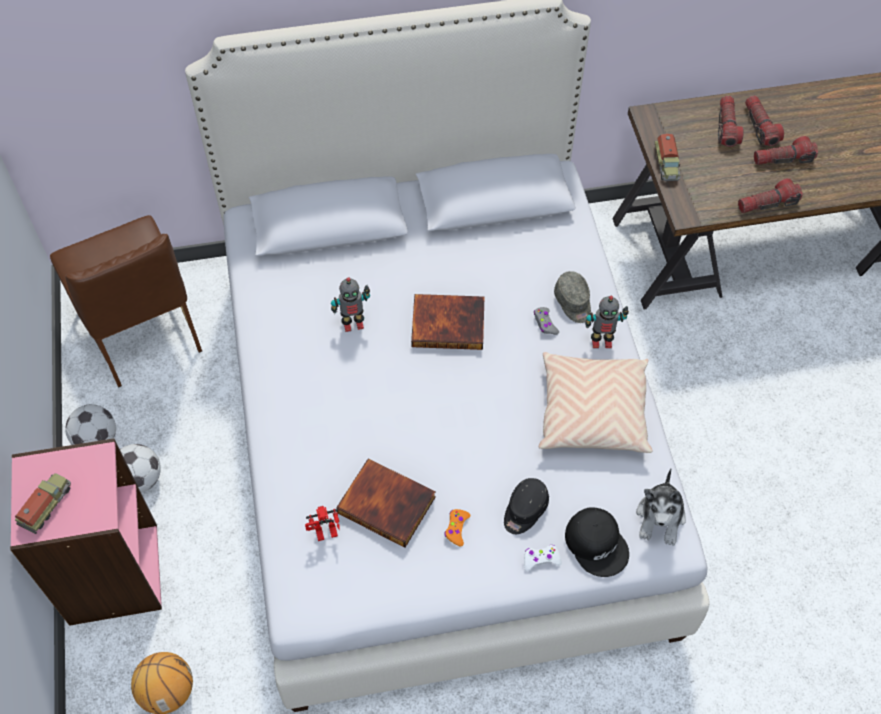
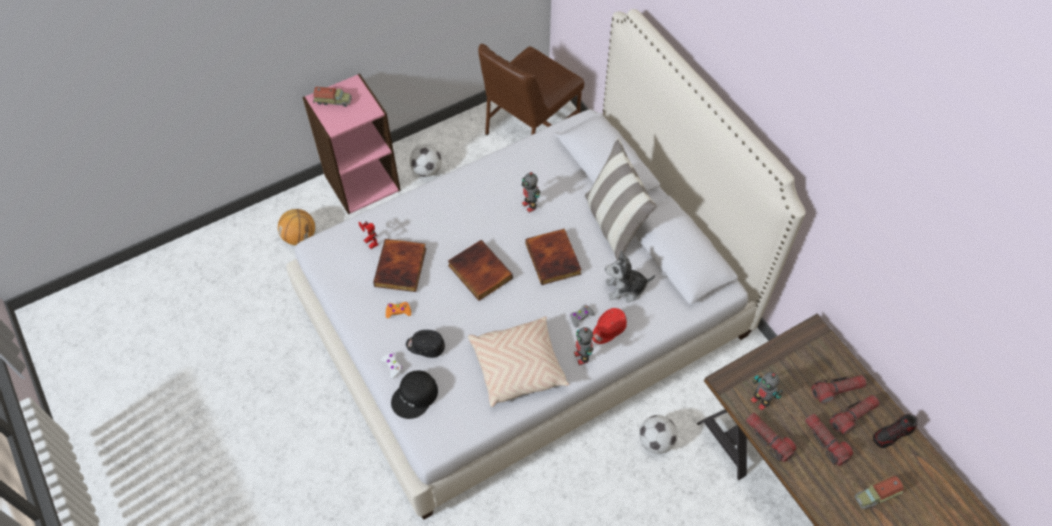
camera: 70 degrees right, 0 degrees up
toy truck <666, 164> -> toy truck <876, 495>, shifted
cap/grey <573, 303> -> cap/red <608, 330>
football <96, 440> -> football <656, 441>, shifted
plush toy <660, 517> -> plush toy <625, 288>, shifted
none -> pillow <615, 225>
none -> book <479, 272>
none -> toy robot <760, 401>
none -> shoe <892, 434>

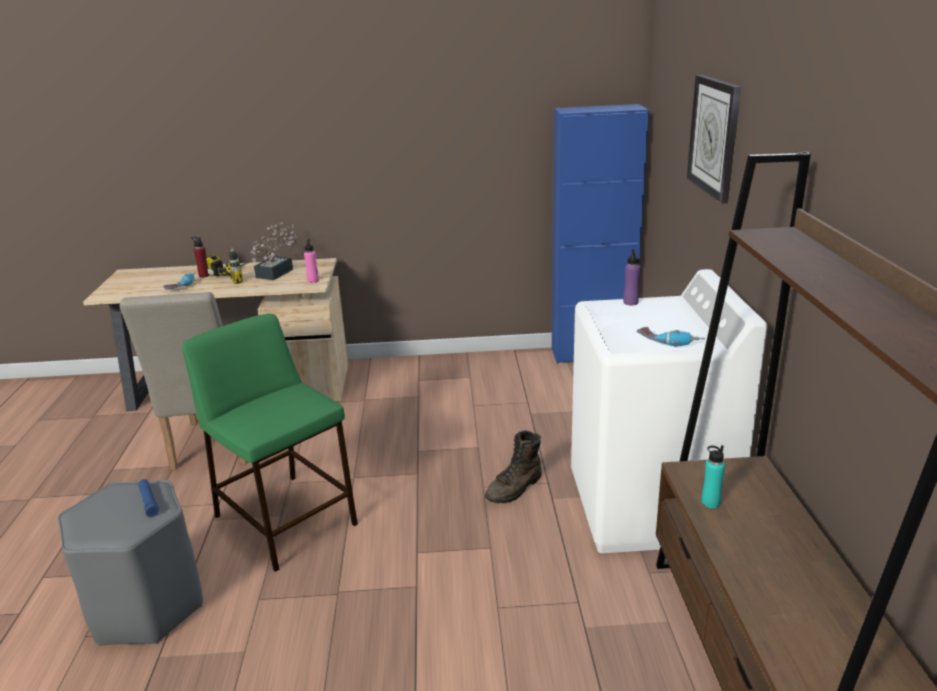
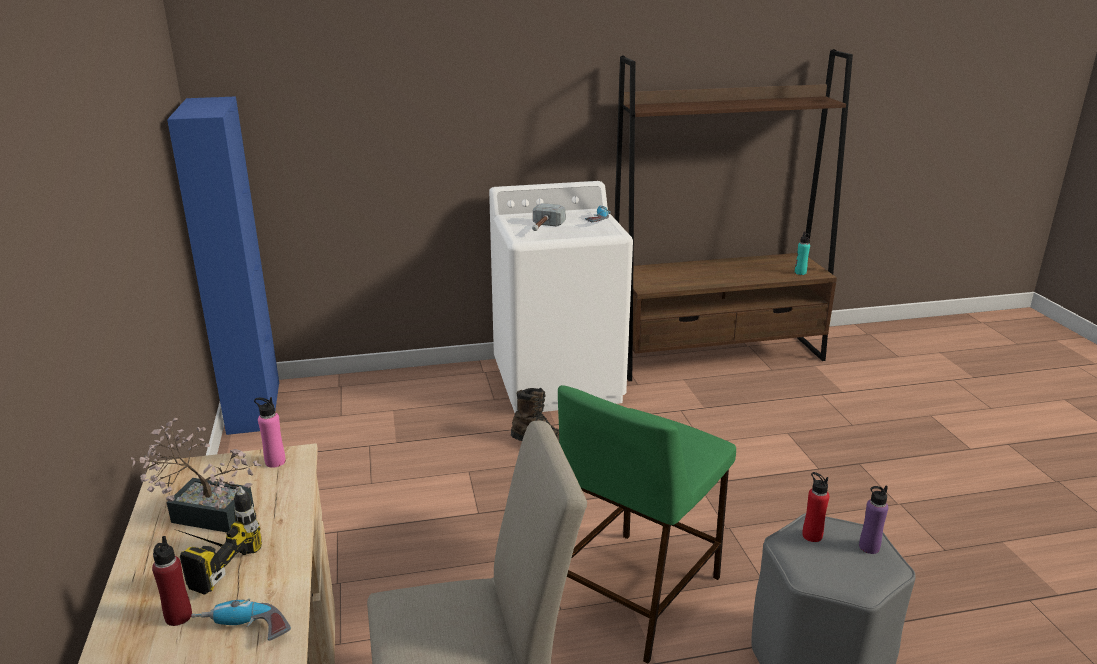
camera: 100 degrees left, 0 degrees up
wall clock <714, 136> -> none
bottle/purple <630, 302> -> bottle/purple <869, 547>, shifted
bottle/turquoise <710, 502> -> bottle/turquoise <800, 273>, shifted
flashlight/blue <149, 502> -> bottle/red <812, 535>
none -> hammer <543, 228>

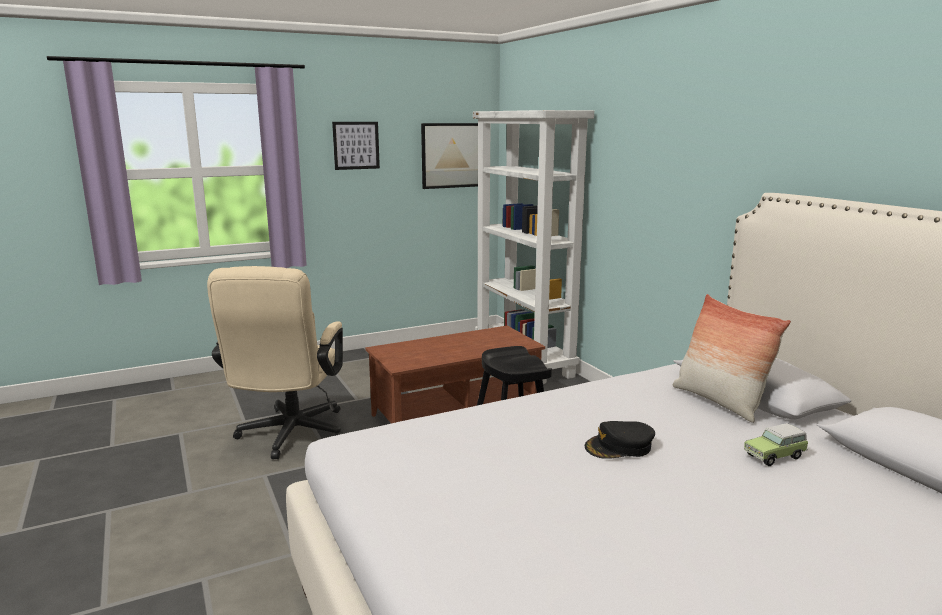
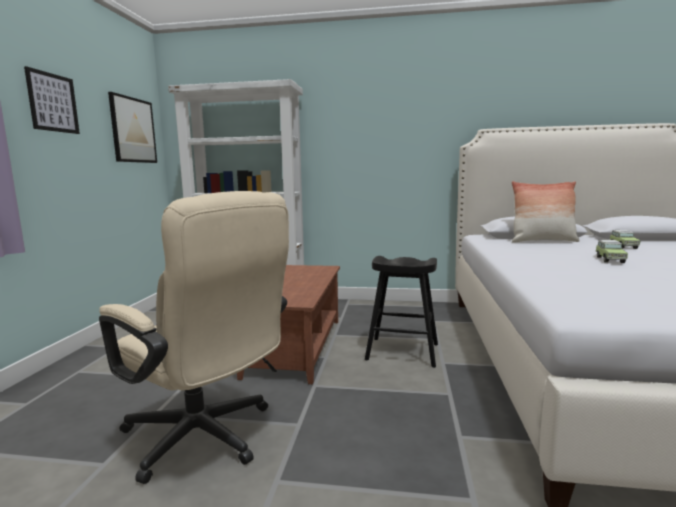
camera: 55 degrees left, 5 degrees down
cap/black <619, 447> -> toy car <609, 259>

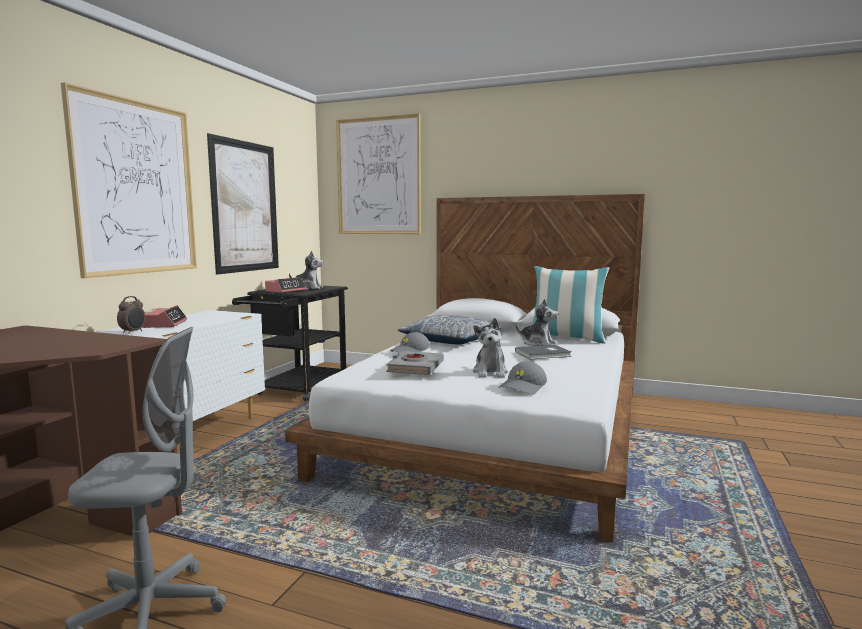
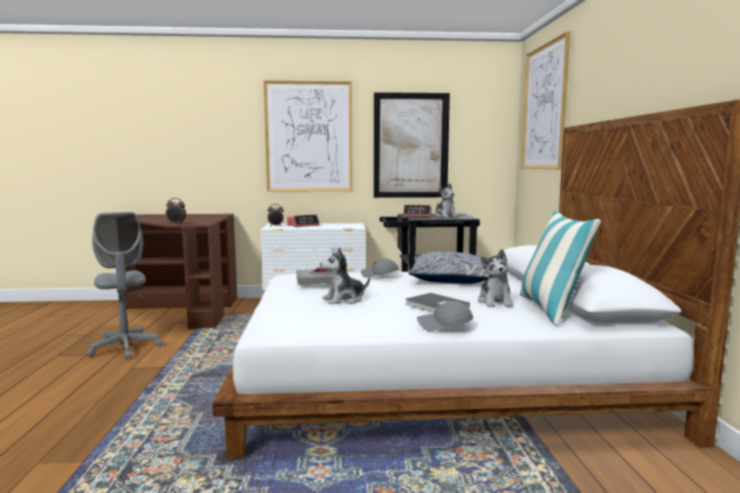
camera: 65 degrees right, 0 degrees up
cap/grey <523, 387> -> cap/grey <444, 326>, shifted
none -> alarm clock <176, 224>

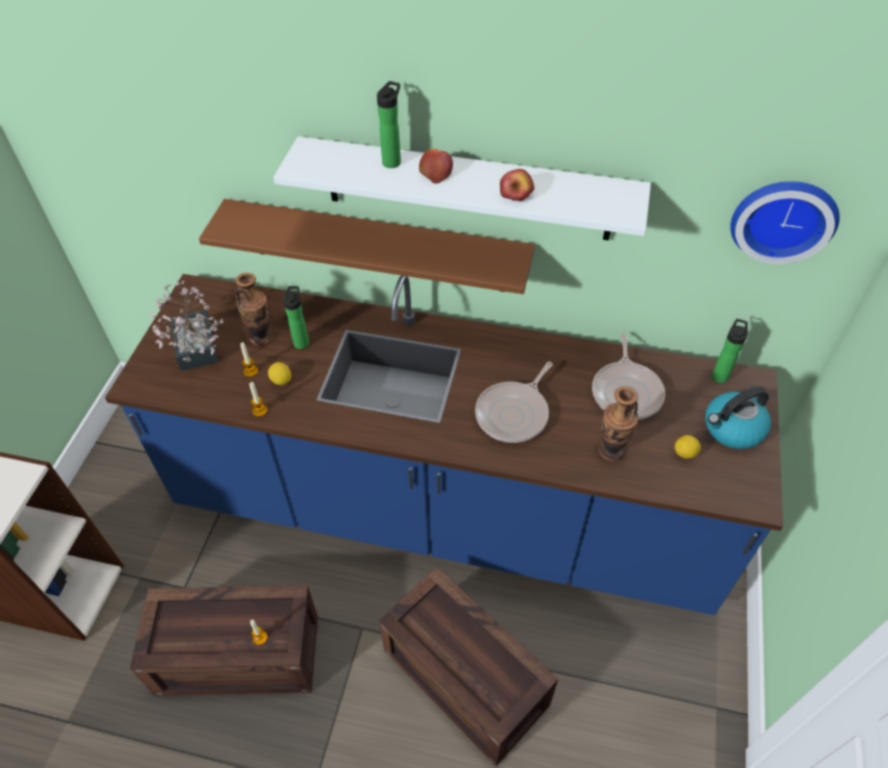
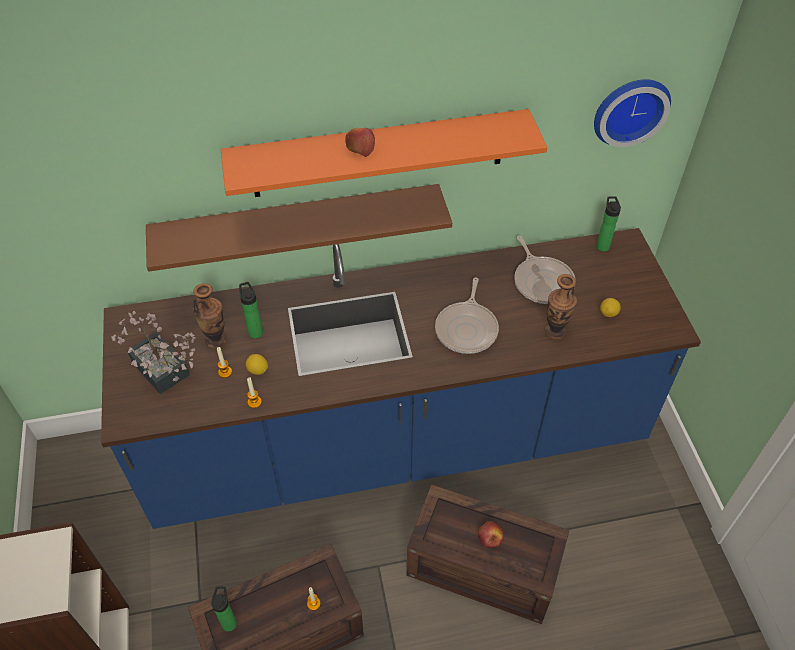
camera: 25 degrees left, 0 degrees up
bottle <393, 161> -> bottle <229, 621>, shifted
shelf/white <467, 189> -> shelf/orange <378, 154>
apple <516, 193> -> apple <490, 537>, shifted
kettle <732, 429> -> none

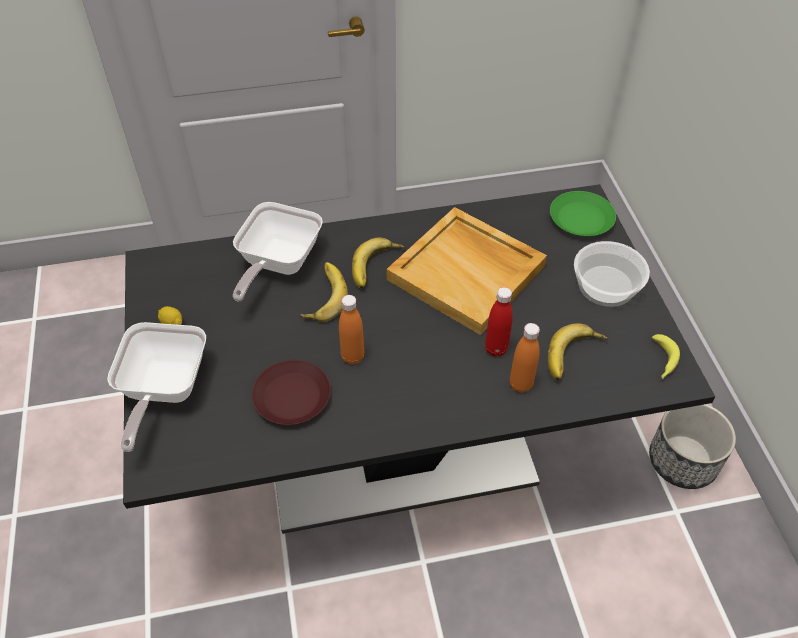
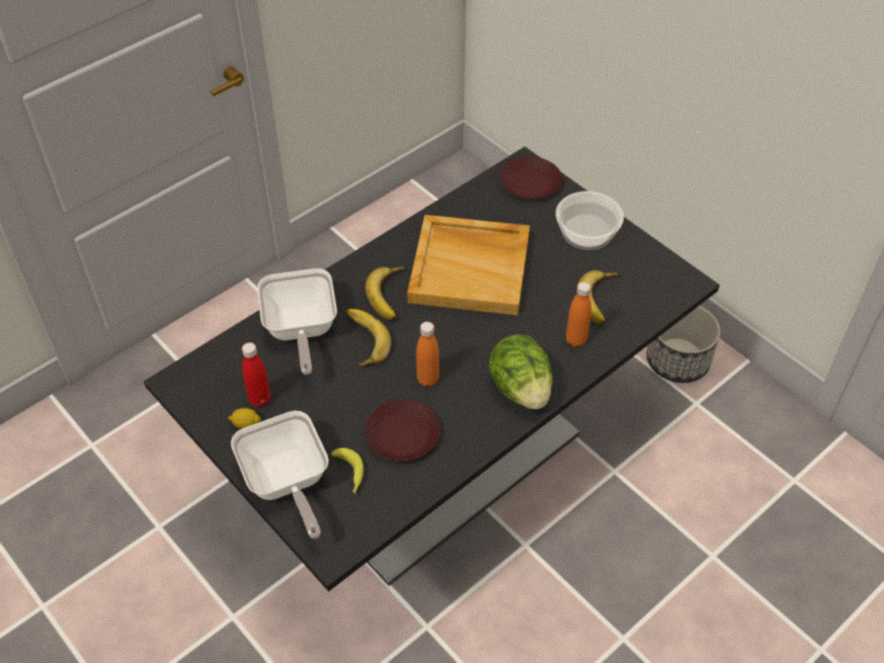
camera: 30 degrees left, 0 degrees up
plate/green <581, 219> -> plate/brown <531, 183>
bottle/red <496, 349> -> bottle/red <260, 400>, shifted
banana <662, 361> -> banana <349, 474>, shifted
none -> lettuce <521, 389>

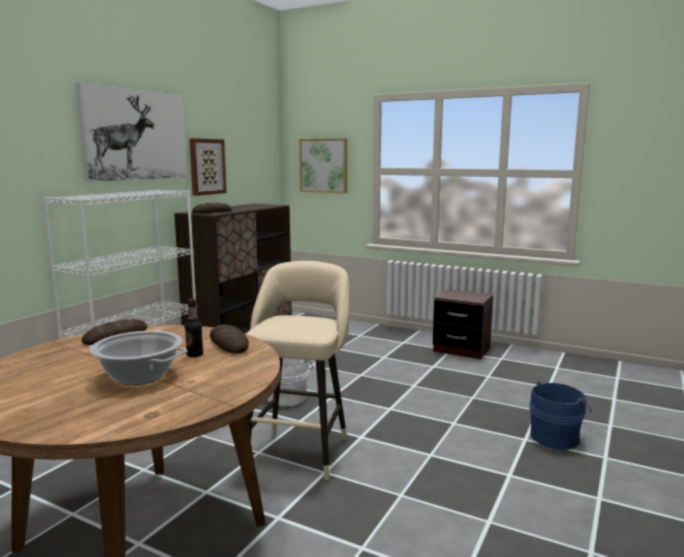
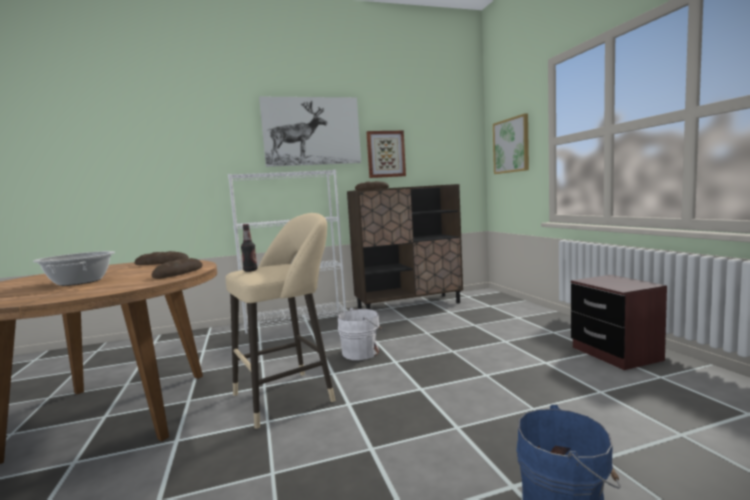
camera: 45 degrees right, 5 degrees down
bottle <195, 355> -> bottle <250, 270>, shifted

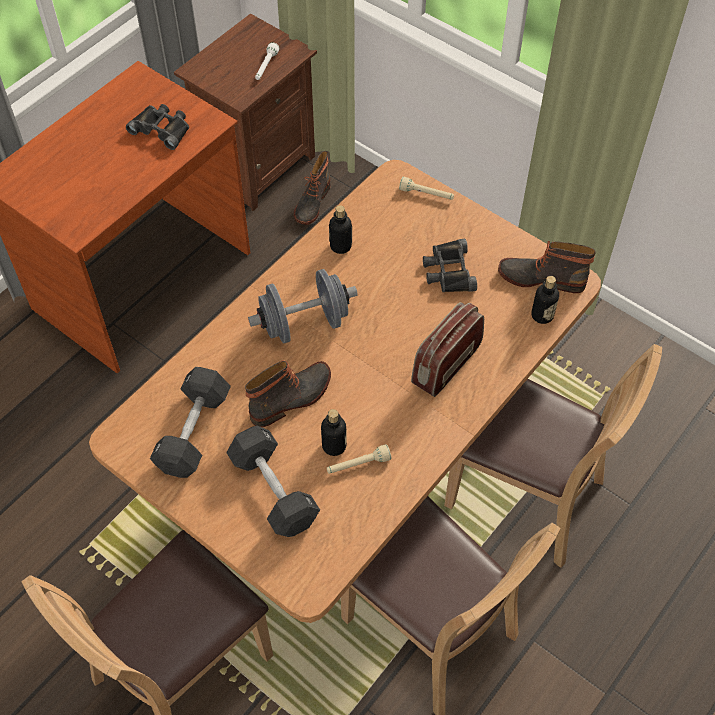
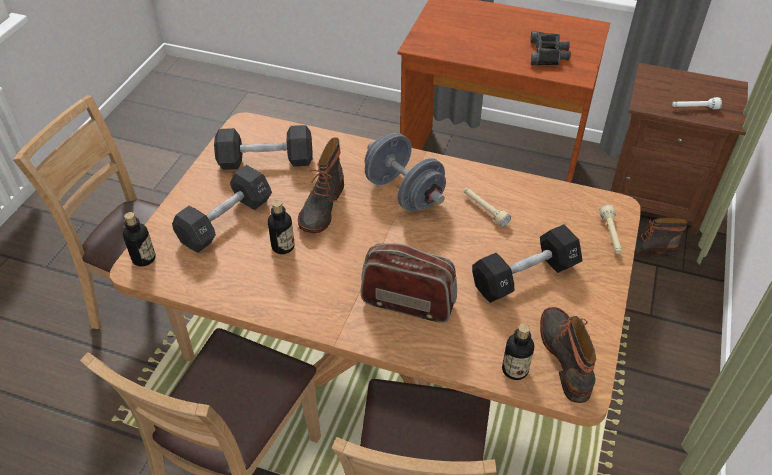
camera: 70 degrees right, 10 degrees down
bottle <340, 246> -> bottle <144, 258>, shifted
binoculars/black <448, 271> -> dumbbell/black <524, 276>
boot <292, 399> -> boot <321, 207>, 75 degrees clockwise
flashlight/beige <358, 465> -> flashlight/beige <484, 210>, shifted

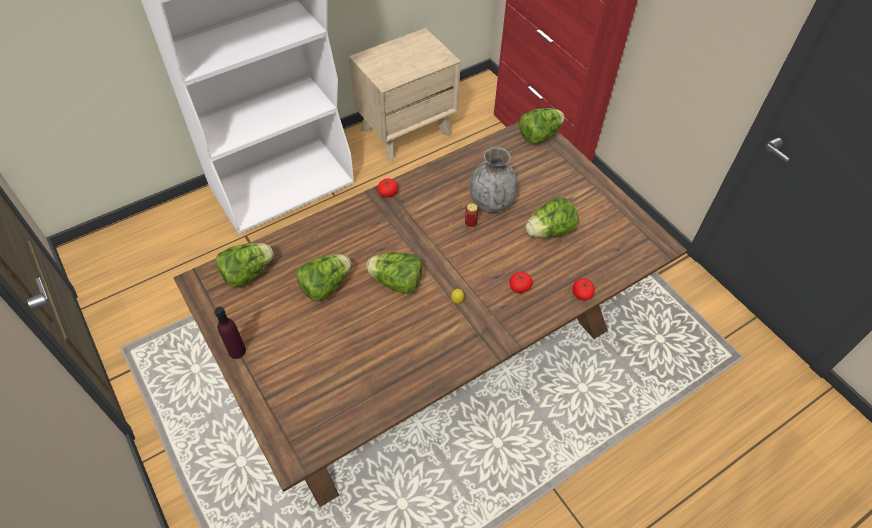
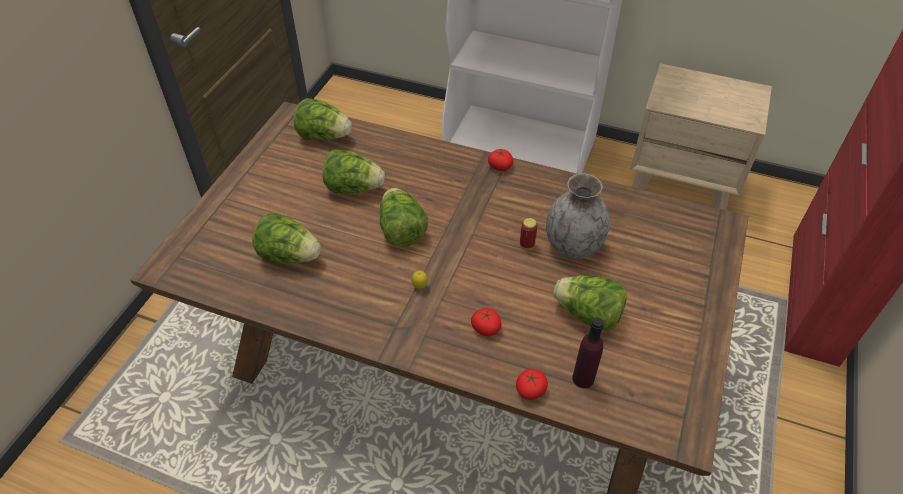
camera: 55 degrees right, 5 degrees down
lettuce <539, 136> -> lettuce <289, 255>, shifted
bottle/purple <237, 351> -> bottle/purple <583, 378>, shifted

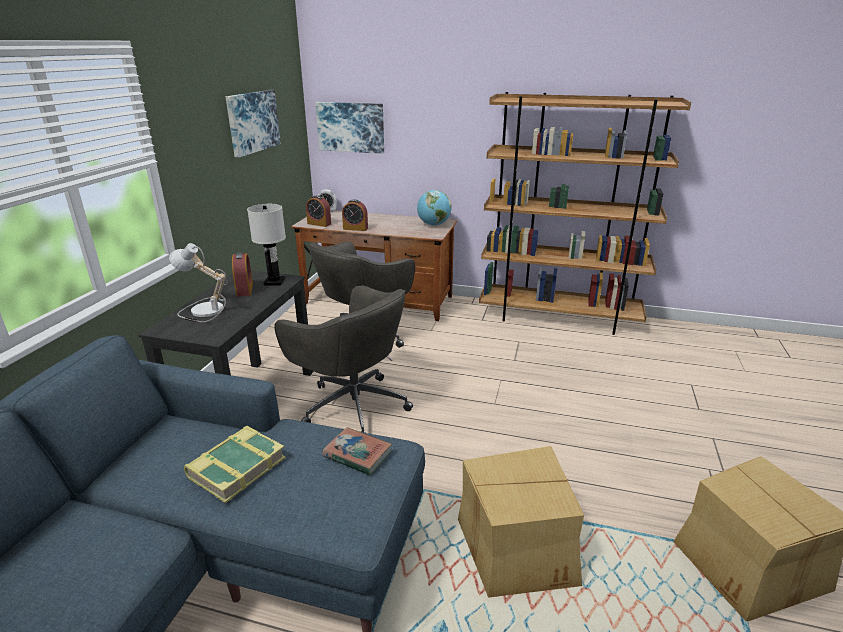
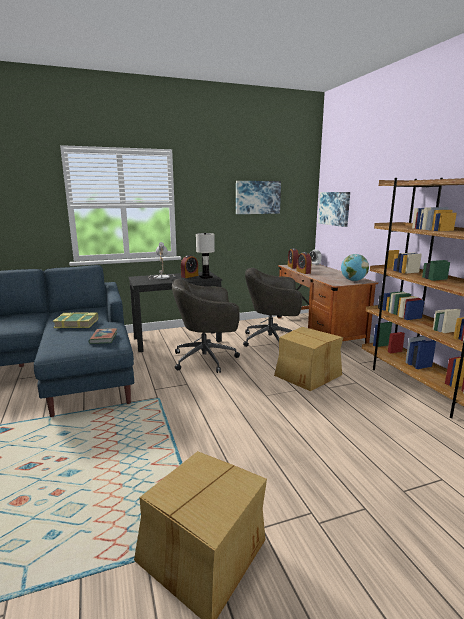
camera: 55 degrees right, 10 degrees down
office chair/grey <352, 405> -> office chair/grey <207, 359>, 75 degrees clockwise
cardboard box <518, 546> -> cardboard box <307, 375>, shifted

